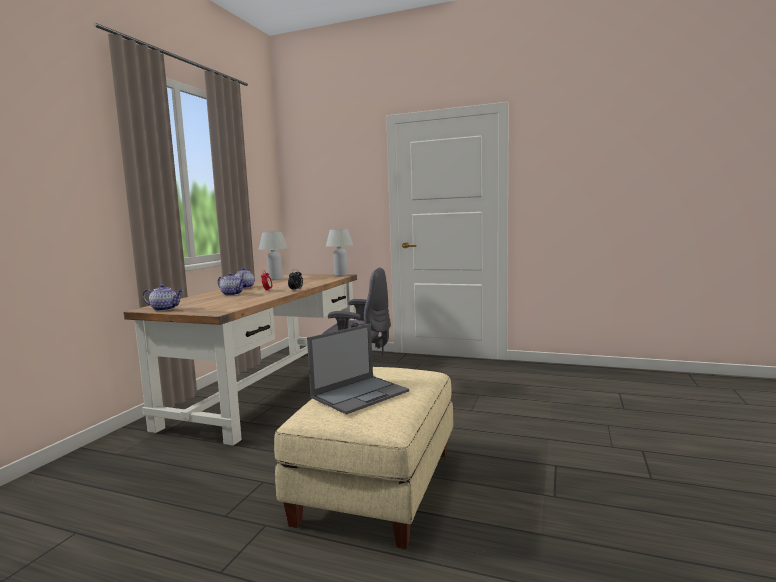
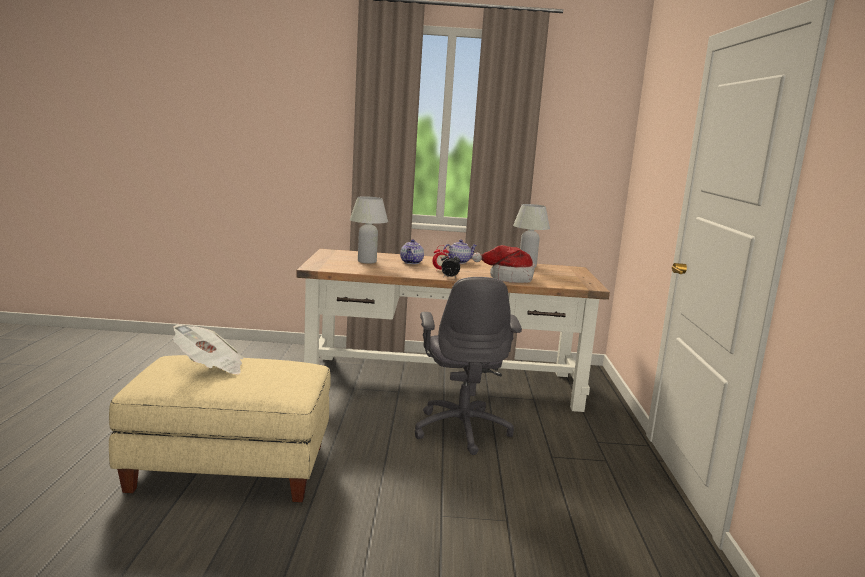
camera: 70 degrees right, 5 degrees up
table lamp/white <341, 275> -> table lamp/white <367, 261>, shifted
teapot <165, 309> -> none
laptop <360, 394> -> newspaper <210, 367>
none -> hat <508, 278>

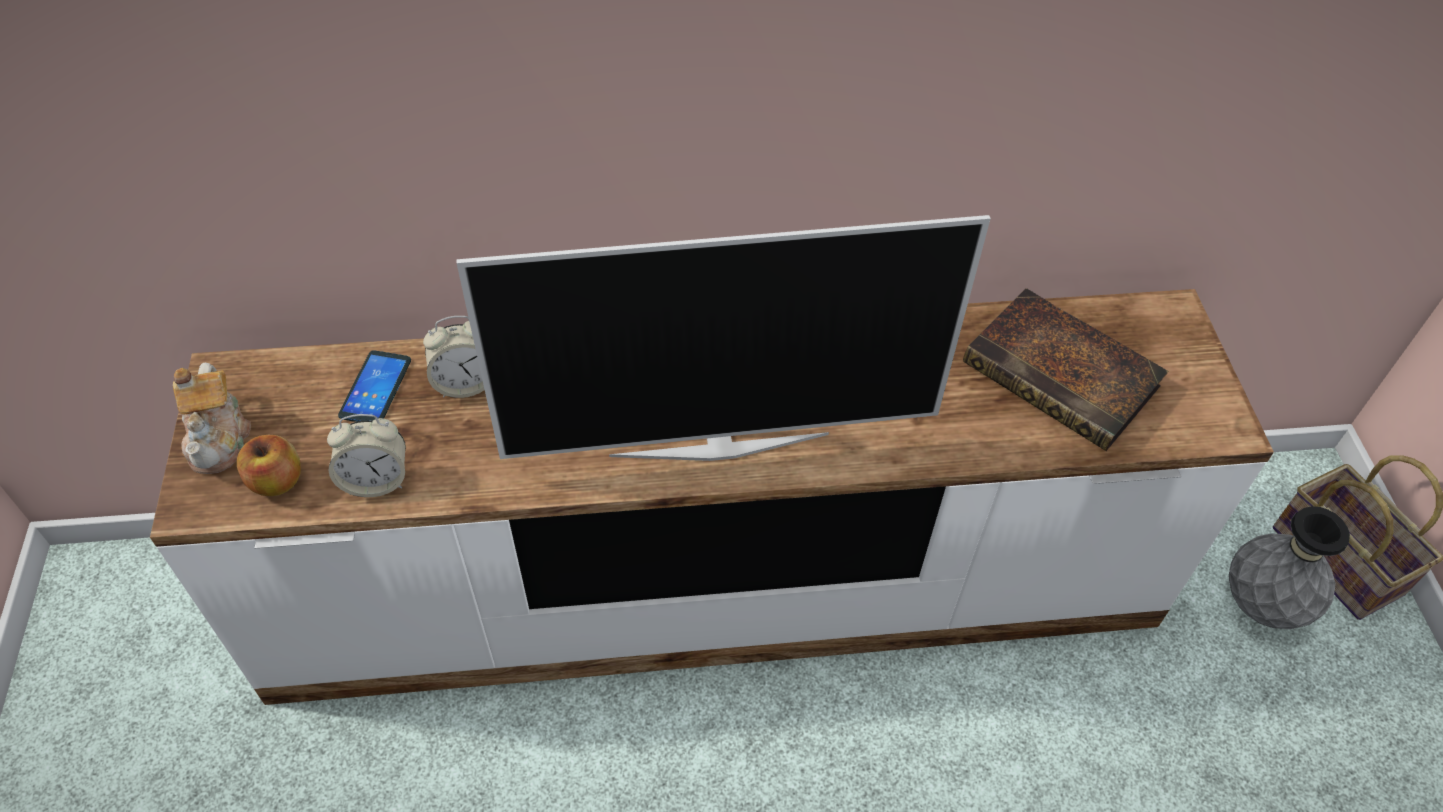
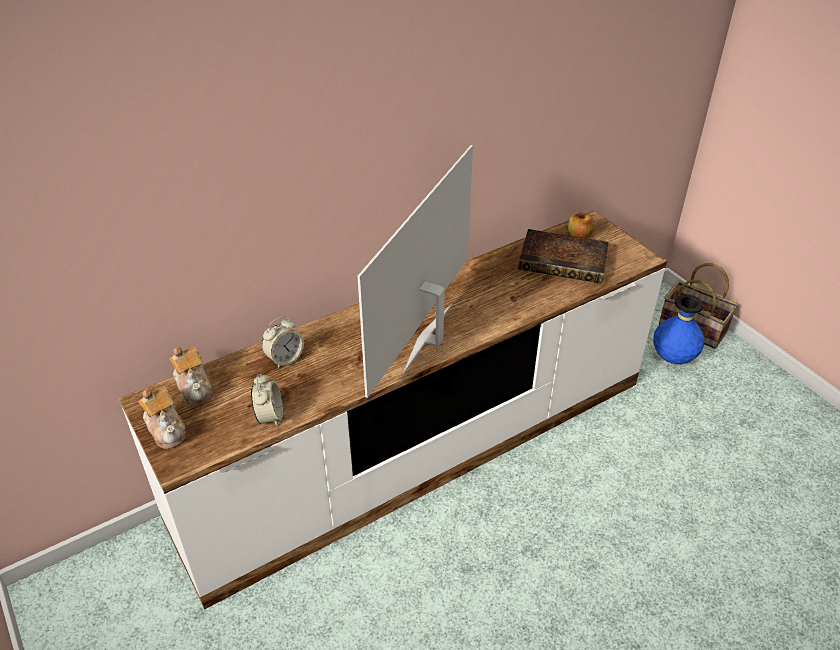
camera: 25 degrees left, 10 degrees down
television <719, 442> -> television <430, 339>, 150 degrees clockwise
phone <376, 388> -> none
alarm clock <376, 480> -> alarm clock <269, 416>, 60 degrees counterclockwise
apple <277, 481> -> apple <579, 235>, shifted
vase/grey <1261, 605> -> vase/blue <673, 358>
none -> teapot <195, 387>

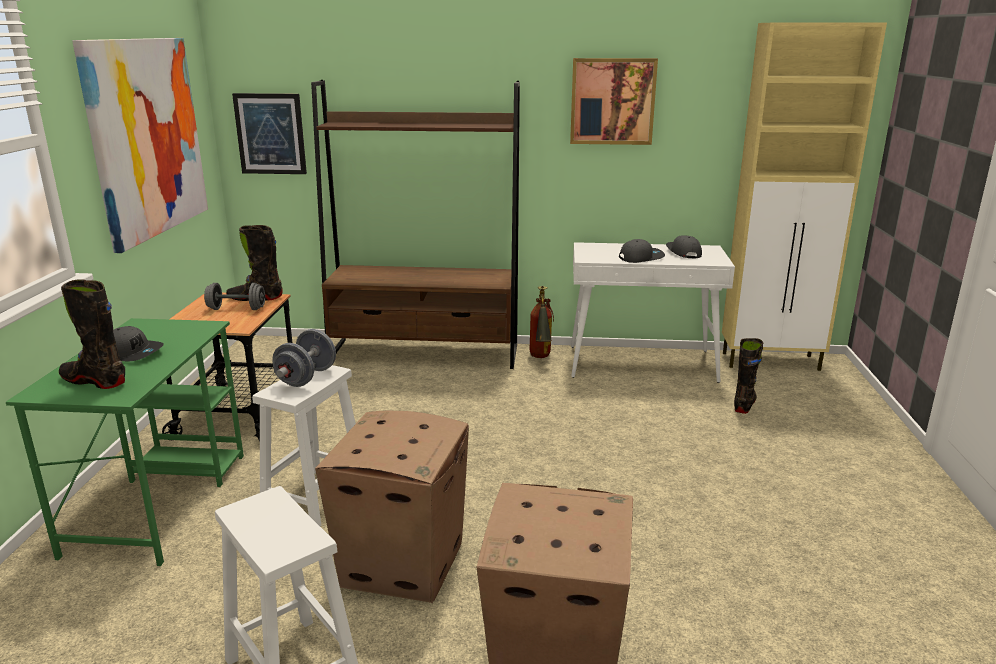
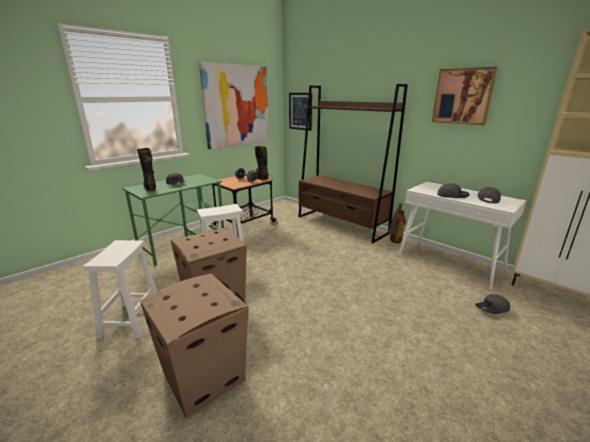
camera: 40 degrees right, 0 degrees up
dumbbell/grey <306, 377> -> none
boot/black <744, 404> -> cap/grey <492, 309>

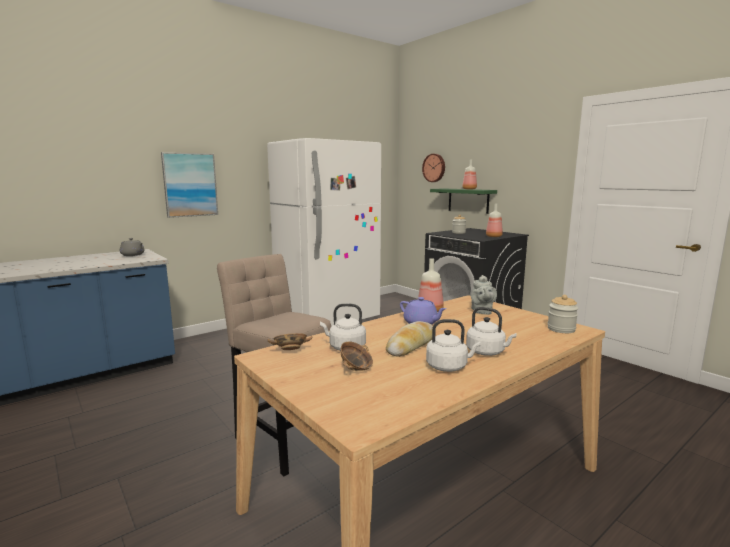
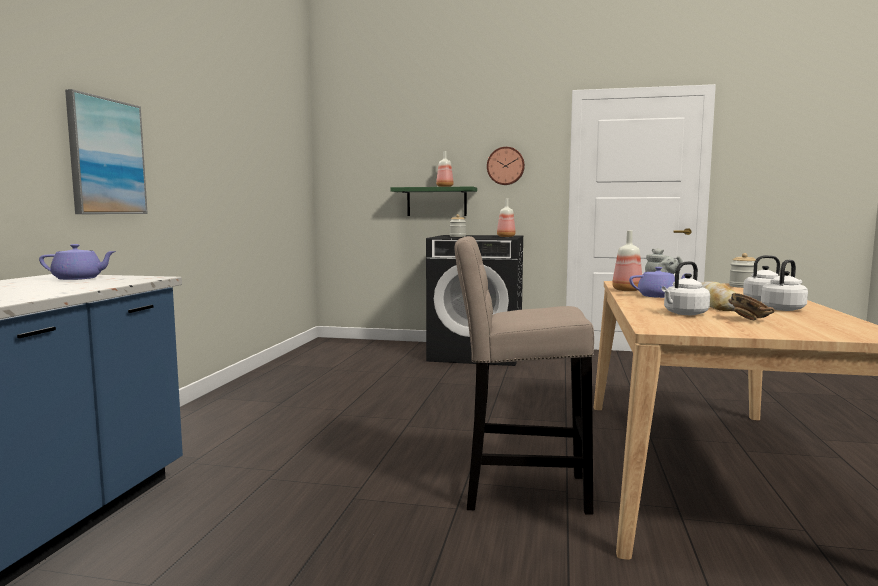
camera: 40 degrees left, 5 degrees down
fridge/white <328, 318> -> none
wall clock <434, 168> -> wall clock <505, 166>, shifted
teapot/grey <133, 255> -> teapot/purple <79, 278>
bowl <290, 350> -> none

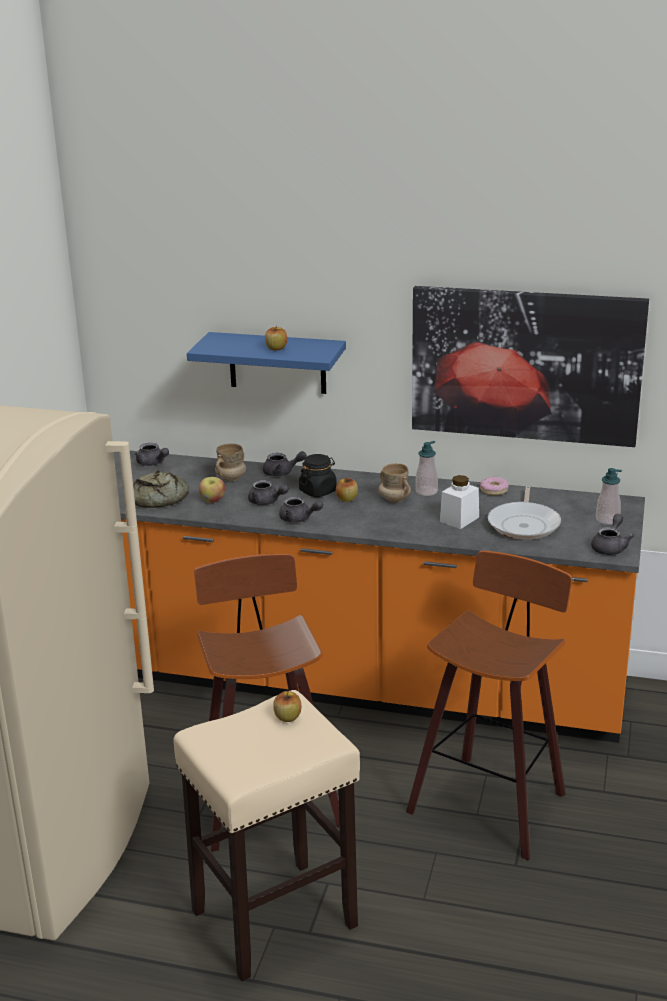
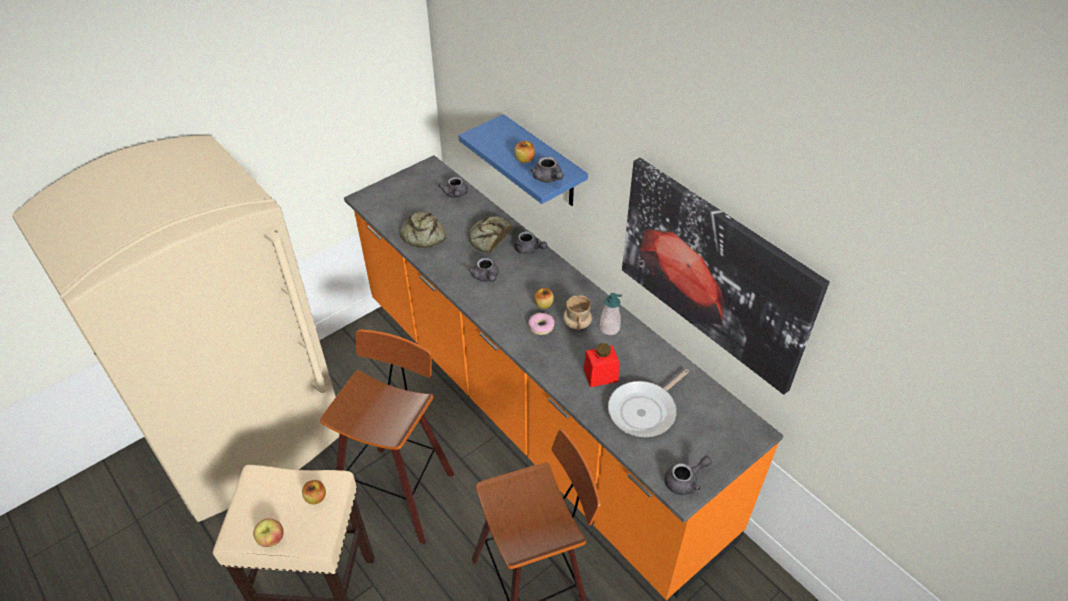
camera: 35 degrees right, 20 degrees up
mug/beige <231, 478> -> bread <489, 238>
jar/black <318, 491> -> none
soap dispenser <607, 520> -> none
jar/white <459, 519> -> jar/red <600, 375>
apple <212, 500> -> apple <271, 539>, shifted
donut <493, 490> -> donut <541, 326>, shifted
teapot/grey <299, 519> -> teapot/grey <548, 179>, shifted

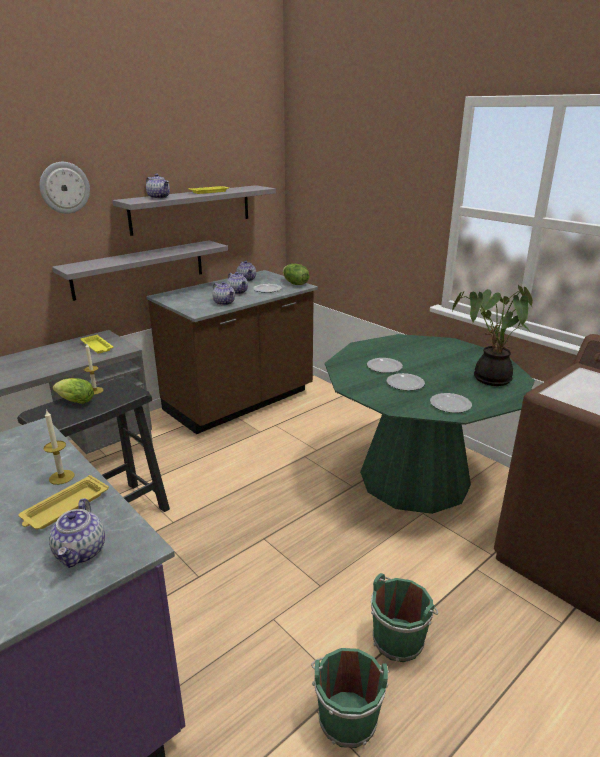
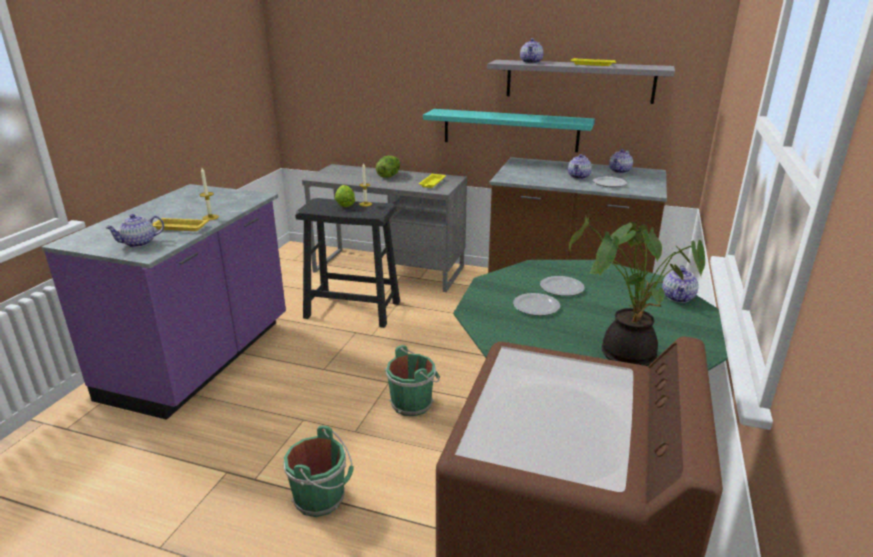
camera: 60 degrees right, 0 degrees up
wall clock <64, 187> -> none
shelf/grey <139, 269> -> shelf/turquoise <510, 130>
lettuce <295, 284> -> lettuce <388, 176>, shifted
teapot <224, 303> -> teapot <678, 297>, shifted
plate <451, 404> -> none
bucket/green <347, 716> -> bucket/green <413, 403>, shifted

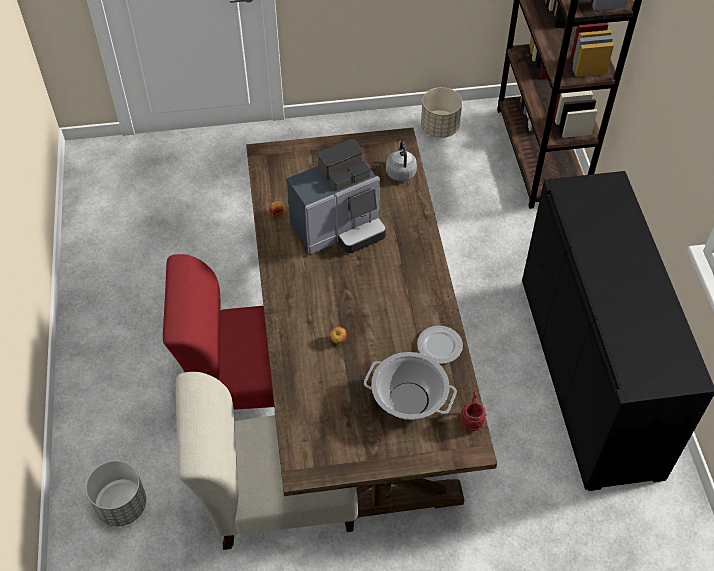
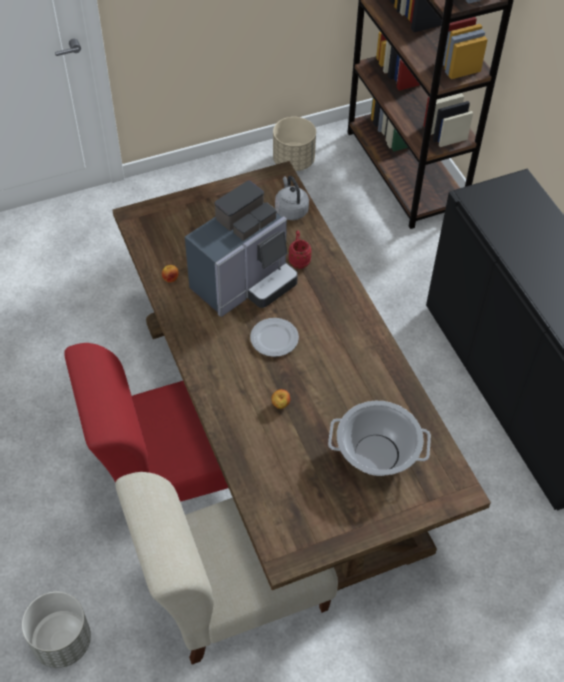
camera: 15 degrees left, 0 degrees up
plate <439, 346> -> plate <273, 339>, shifted
mug/red <472, 419> -> mug/red <298, 259>, shifted

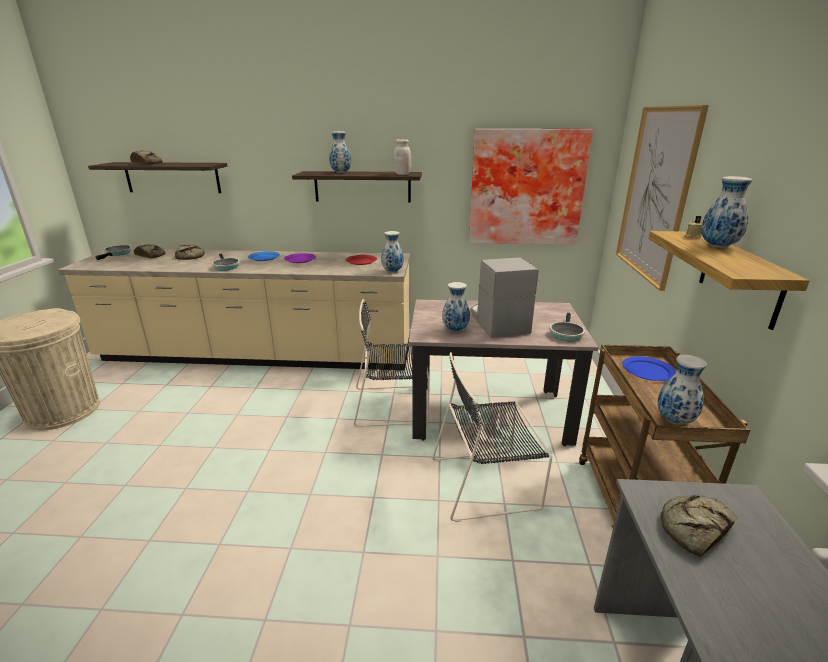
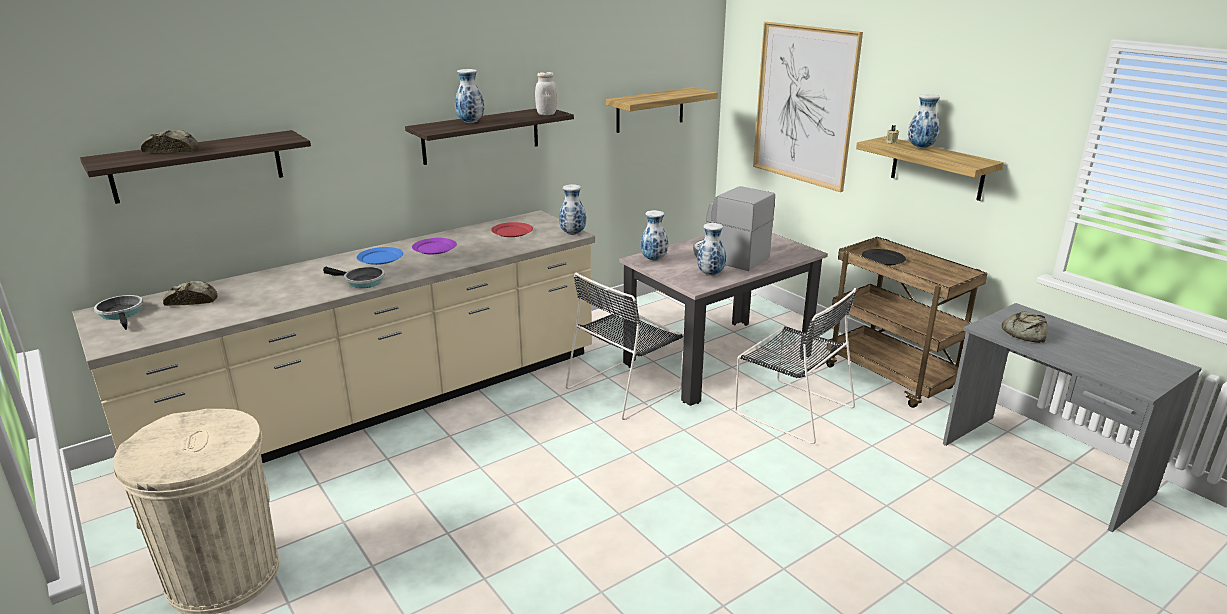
camera: 40 degrees left, 0 degrees up
picture <526, 188> -> shelf <650, 110>
bread <191, 256> -> none
frying pan <565, 334> -> none
chair/black <488, 482> -> chair/black <790, 409>, 90 degrees counterclockwise
vase <675, 421> -> vase <654, 259>, shifted
plate/blue <647, 370> -> plate/black <883, 259>

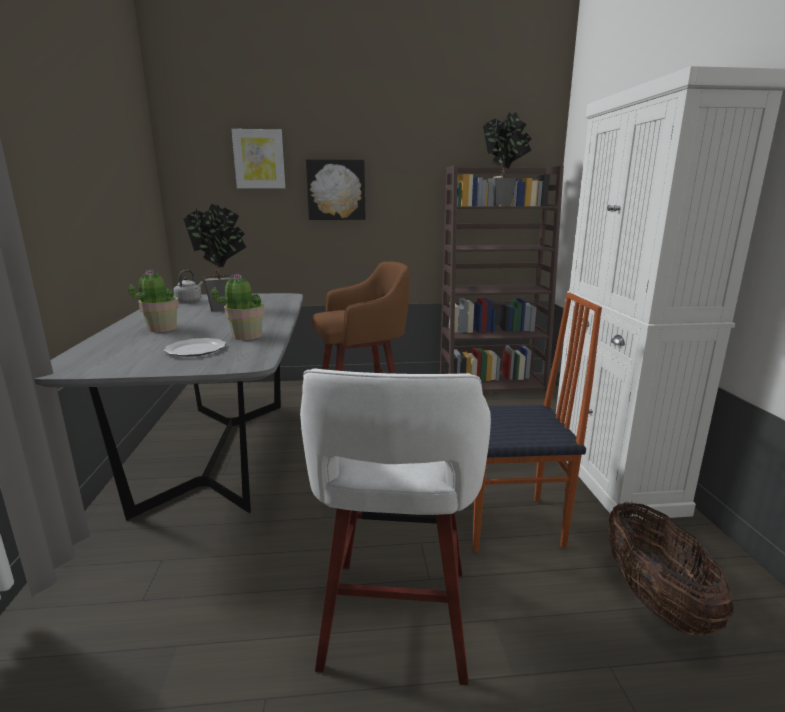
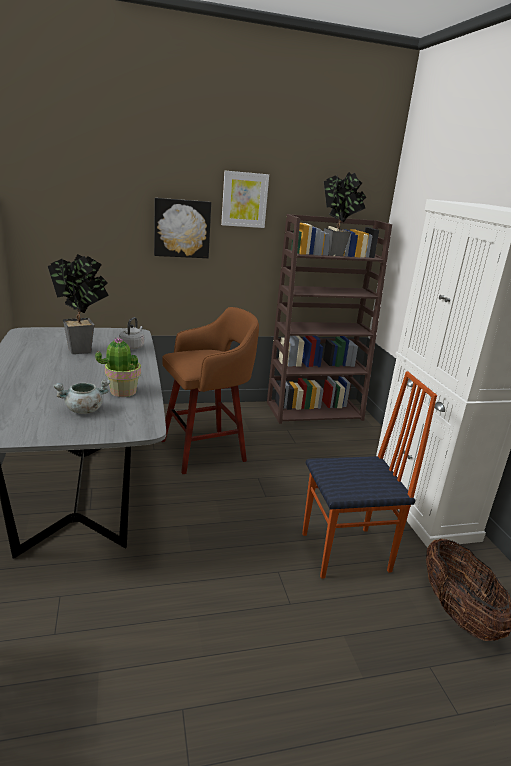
camera: 10 degrees left, 5 degrees up
picture <259, 159> -> picture <244, 199>, shifted
potted plant <161, 329> -> none
kettle/grey <190, 301> -> kettle/grey <132, 346>, shifted
plate <195, 350> -> cooking pot/grey <84, 410>
stool/white <395, 621> -> none

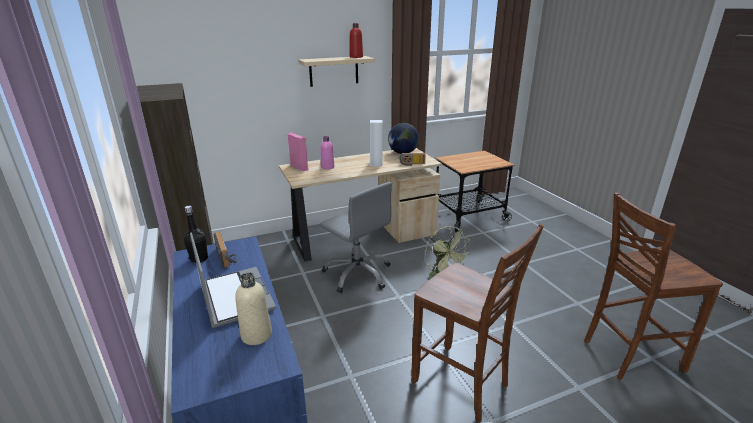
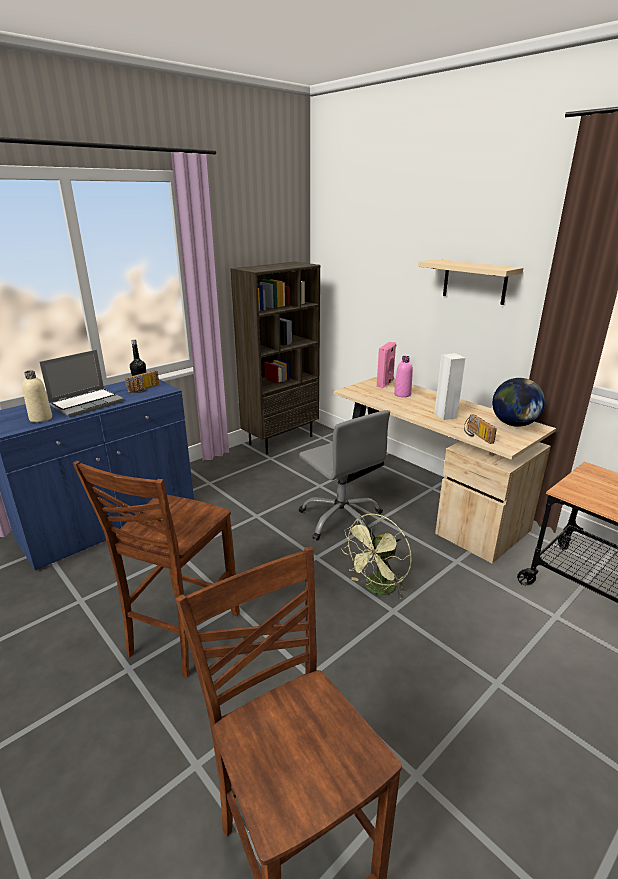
camera: 70 degrees right, 0 degrees up
bottle/red <356, 57> -> none
office chair/grey <358, 273> -> office chair/grey <341, 519>, 60 degrees counterclockwise

